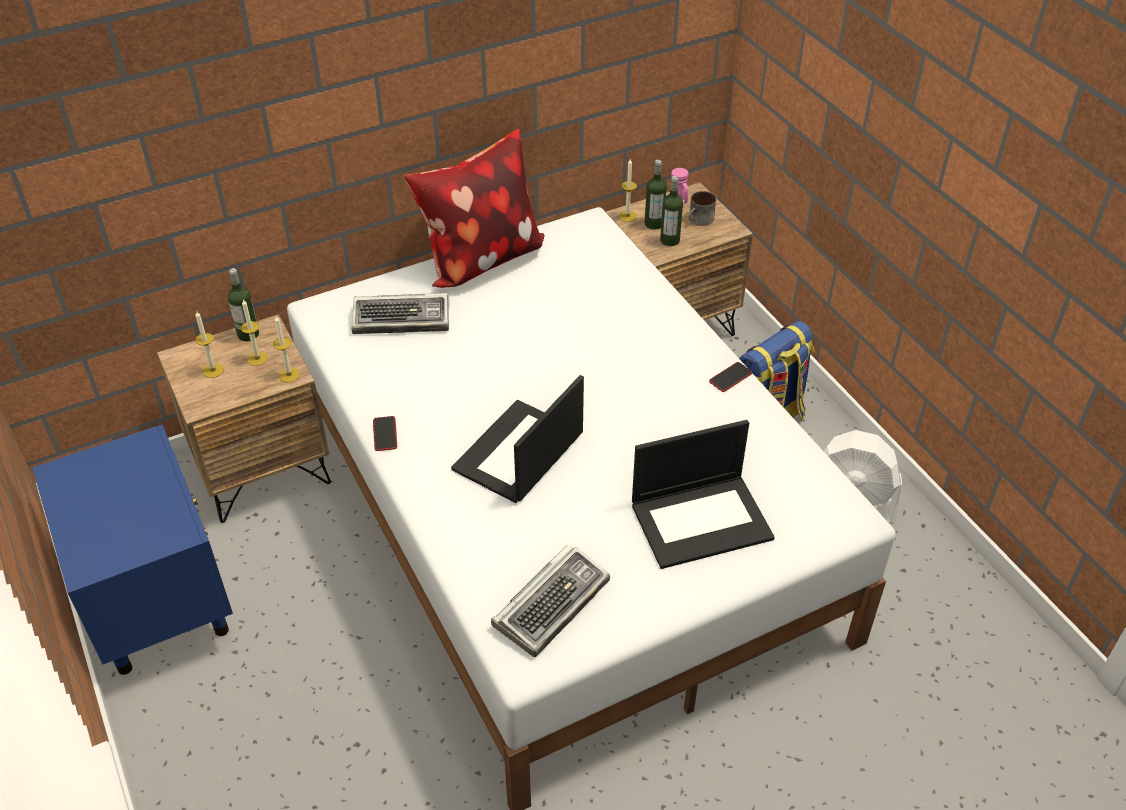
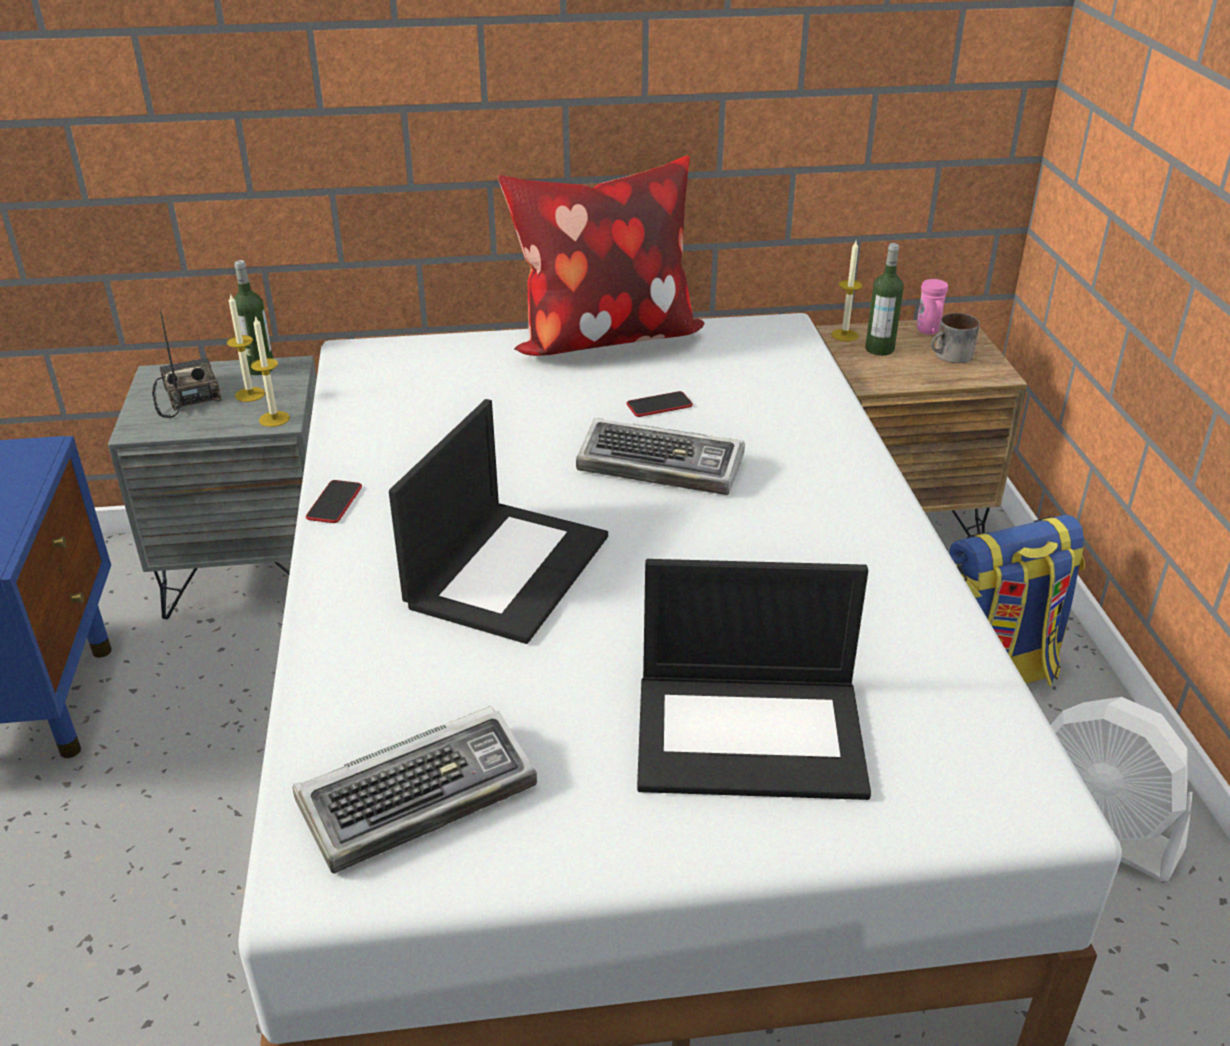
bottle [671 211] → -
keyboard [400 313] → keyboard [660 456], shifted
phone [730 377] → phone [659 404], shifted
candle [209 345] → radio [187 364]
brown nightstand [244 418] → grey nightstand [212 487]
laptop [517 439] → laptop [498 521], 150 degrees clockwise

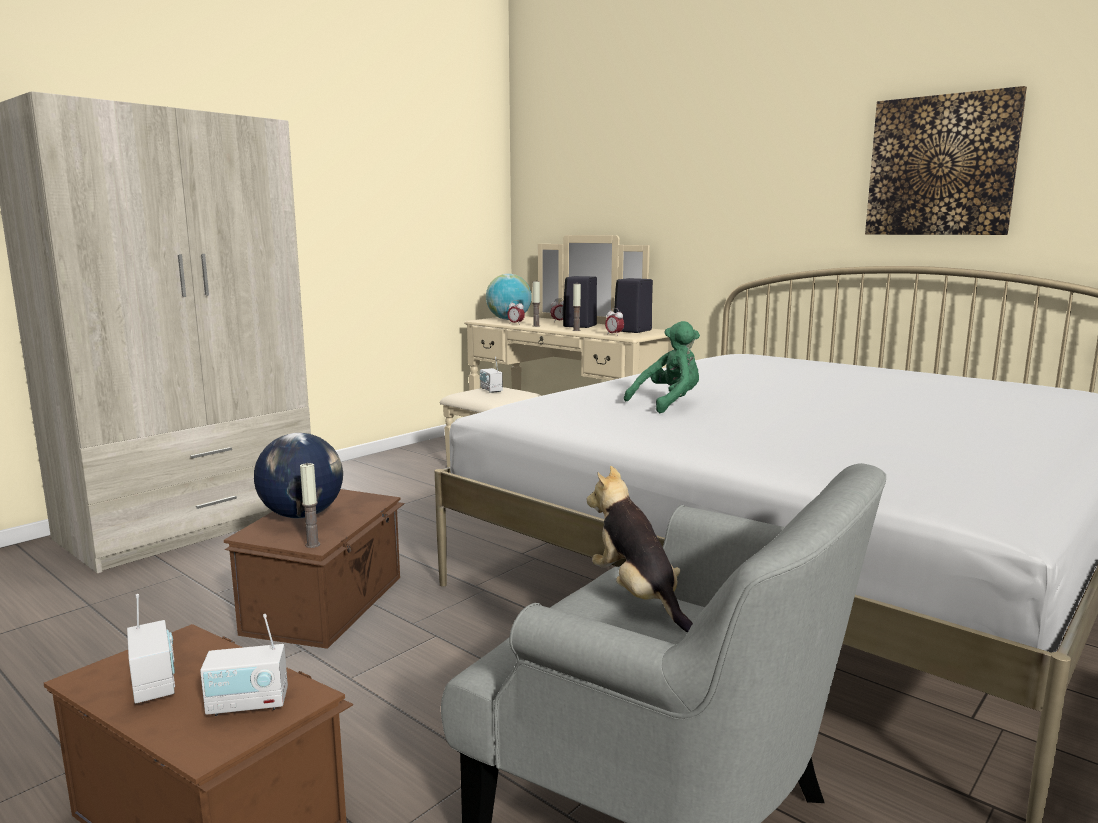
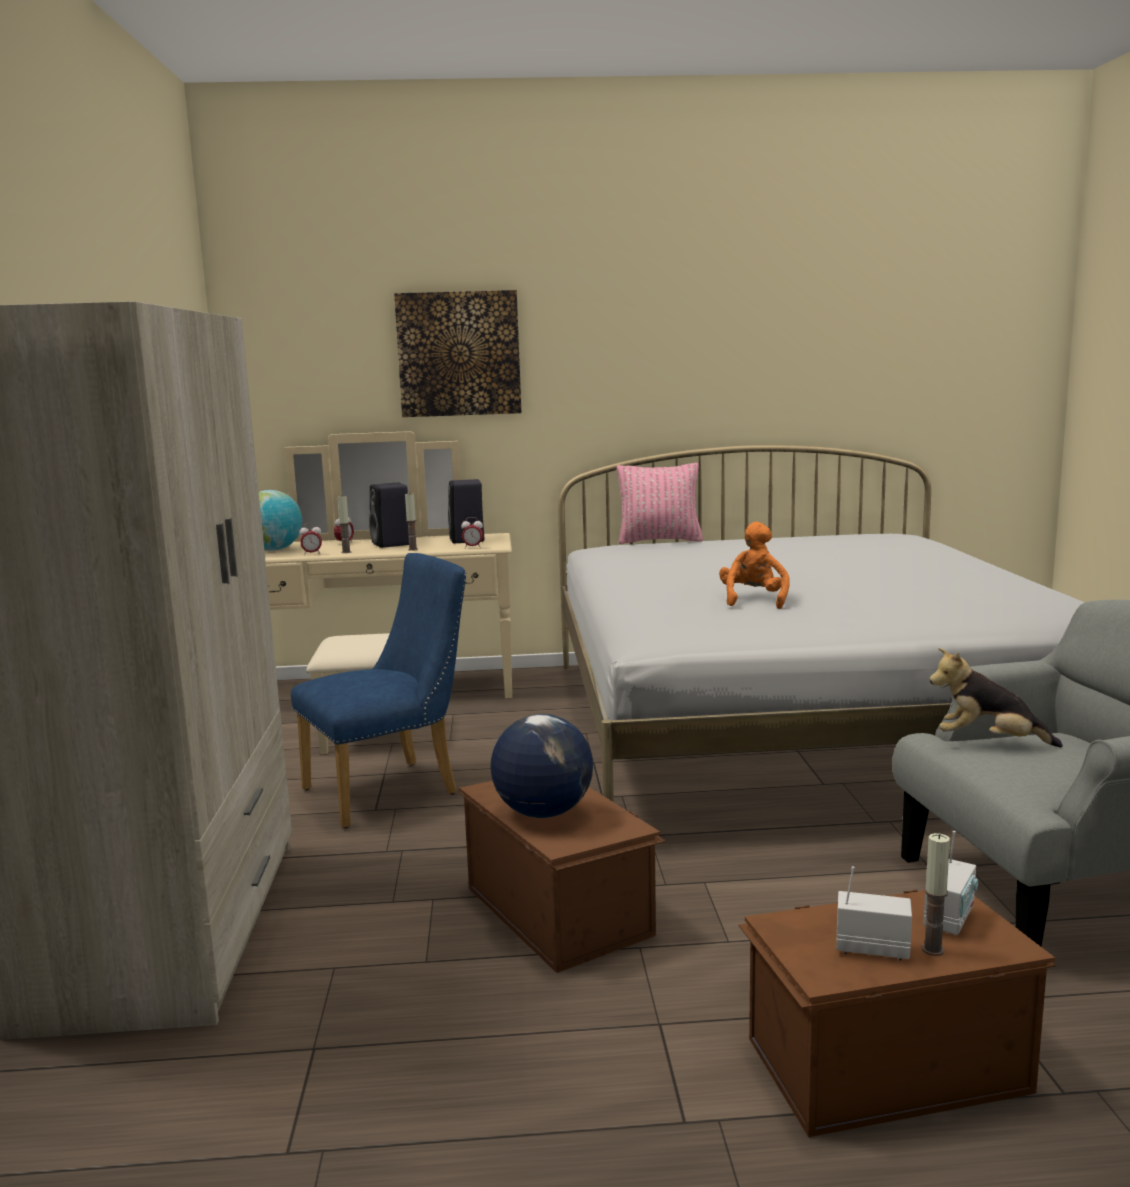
radio [491 375] → -
- → blue chair [378 690]
- → pink pillow [660 503]
candle [310 505] → candle [936 894], shifted
picture [946 160] → picture [457 353], shifted
green plush toy [662 367] → orange plush toy [754 565]

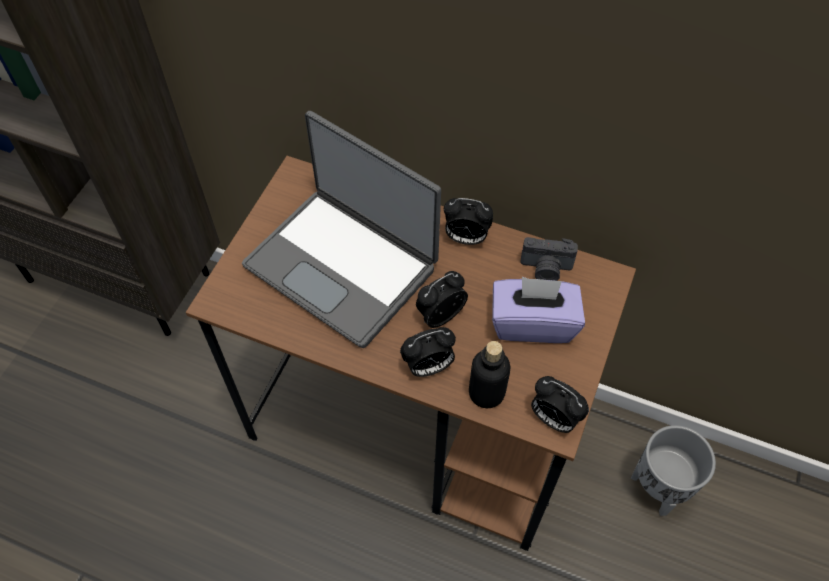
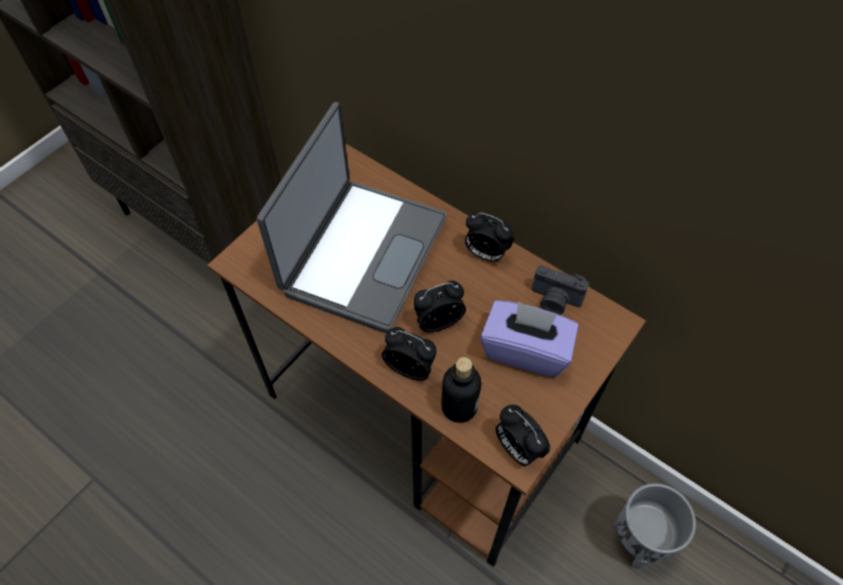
laptop [341 229] → laptop [352 217], 120 degrees counterclockwise
alarm clock [428 352] → alarm clock [409 354], 150 degrees counterclockwise

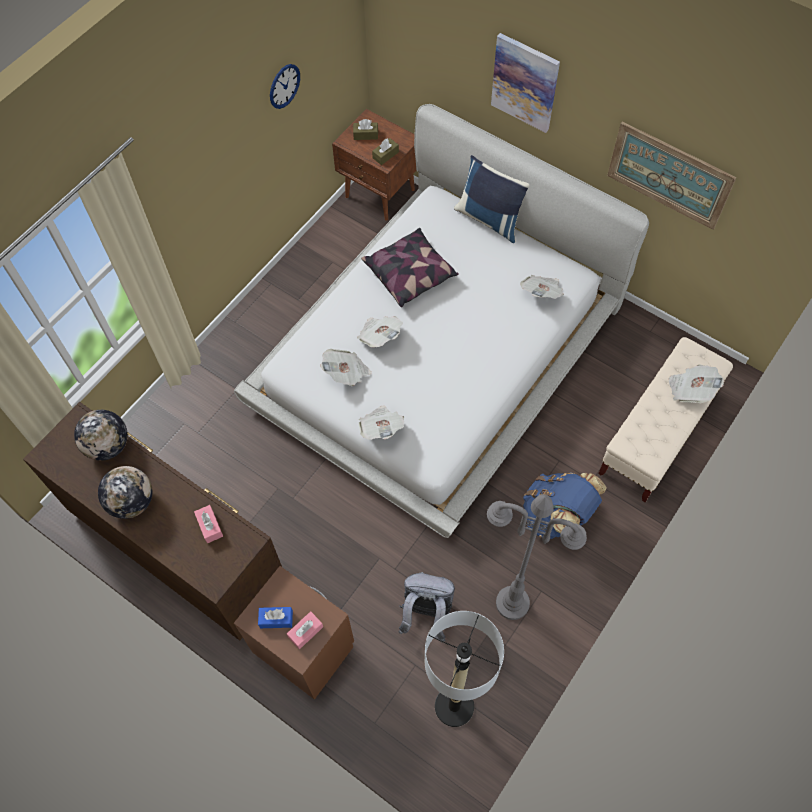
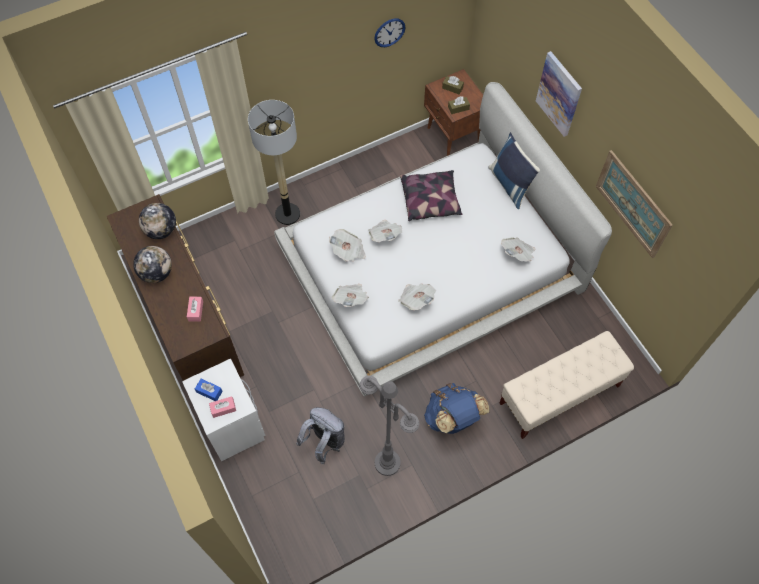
floor lamp [464 669] → floor lamp [274 162], shifted
newspaper [696 383] → newspaper [417 297], shifted
brown nightstand [294 633] → white nightstand [224 409]

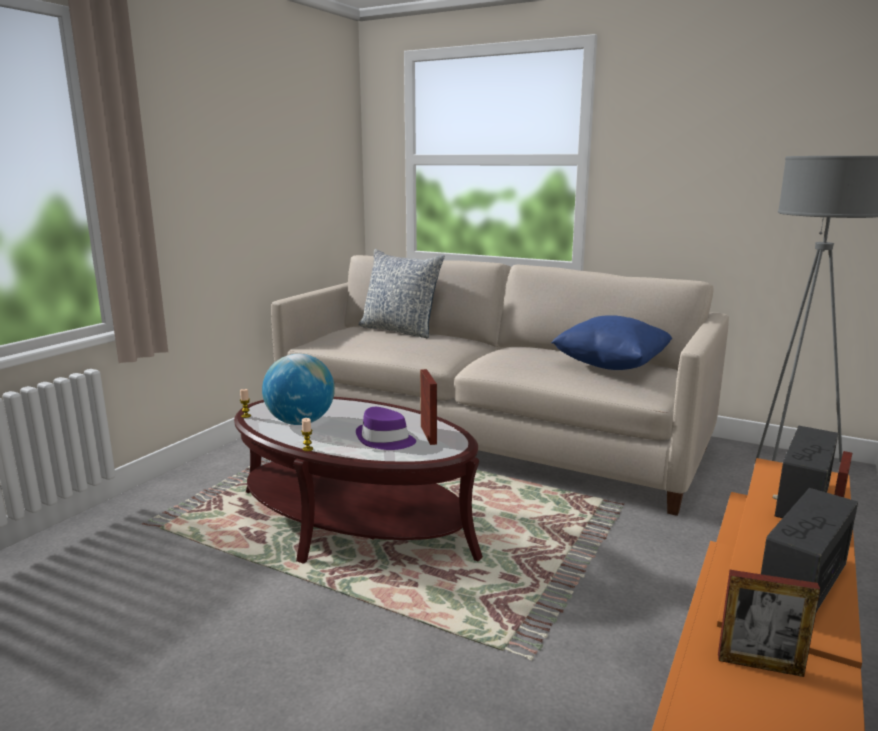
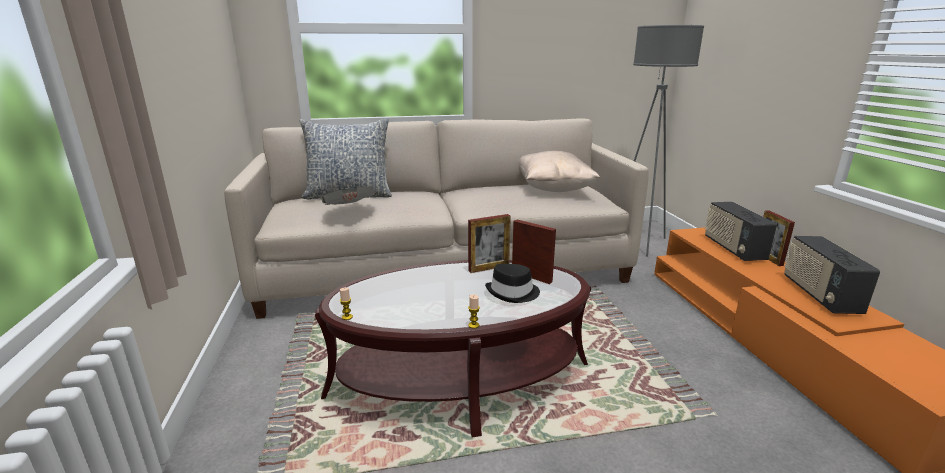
globe [298 389] → -
- → newspaper [348 195]
picture frame [769 623] → picture frame [489 243], shifted
purple hat [386 428] → black hat [512 283]
blue pillow [611 342] → beige pillow [559 171]

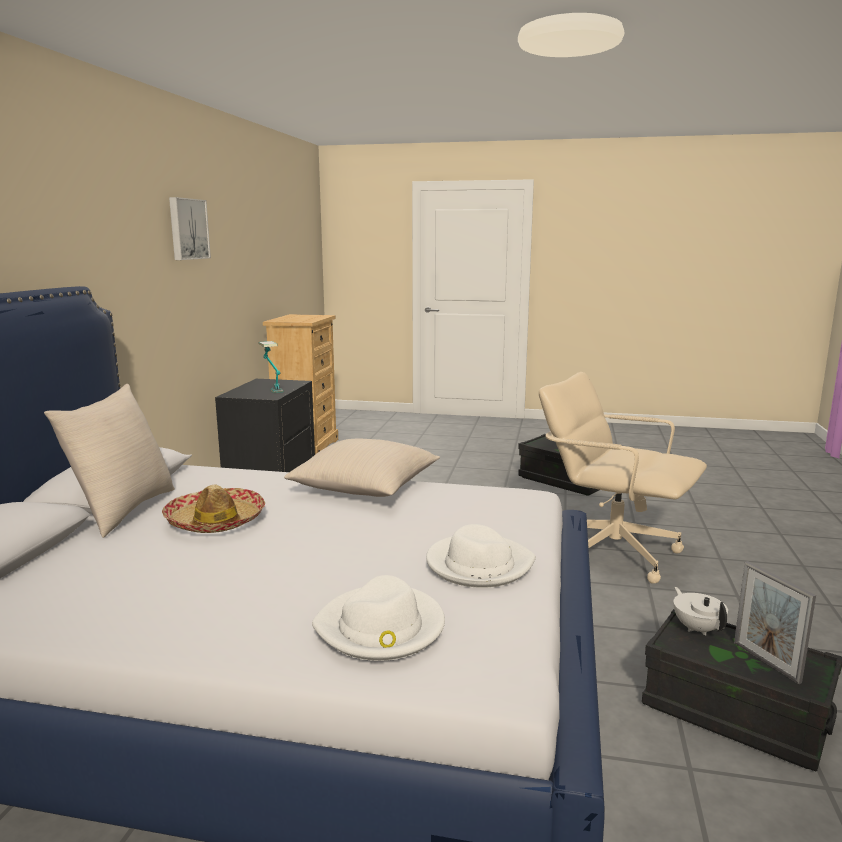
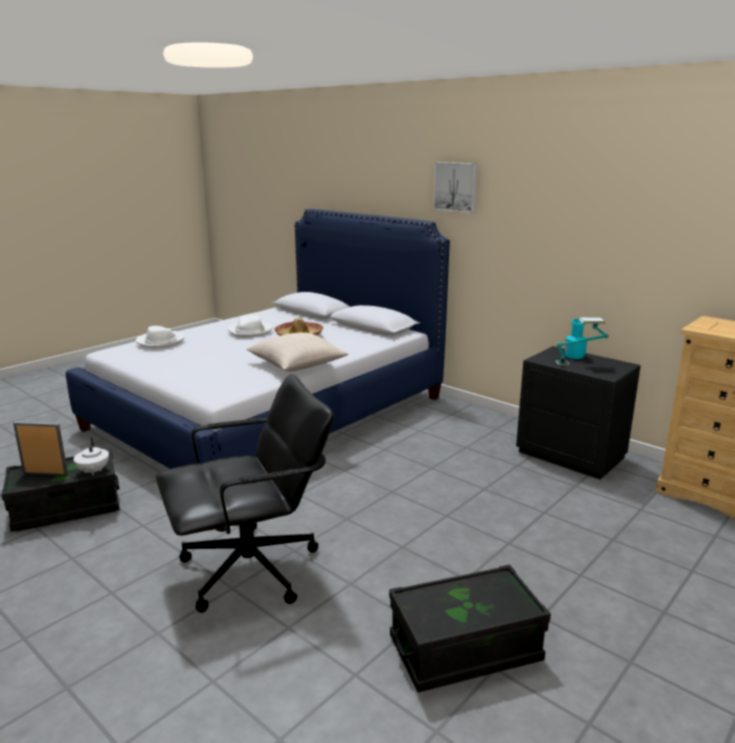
beige pillow [109 461] → -
- → turquoise bottle [575 339]
picture [190 228] → picture [455 187], shifted
white hat [481 556] → white hat [250 326], shifted
beige office chair [623 478] → black office chair [245 493]
white teapot [700 611] → white teapot [91 457], 60 degrees clockwise

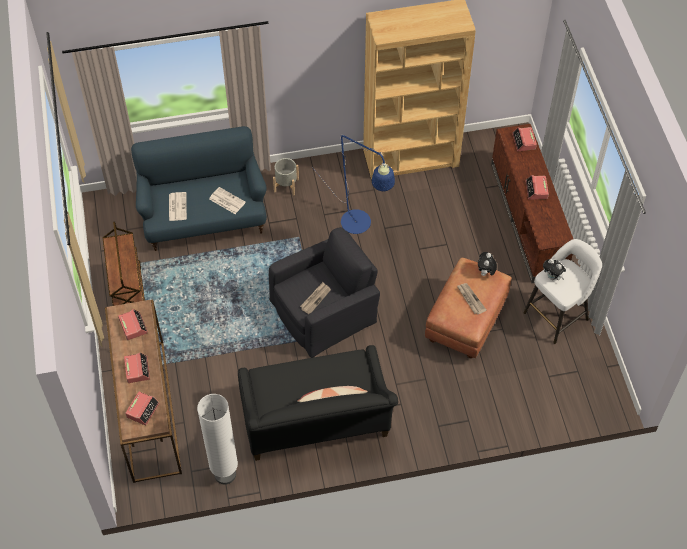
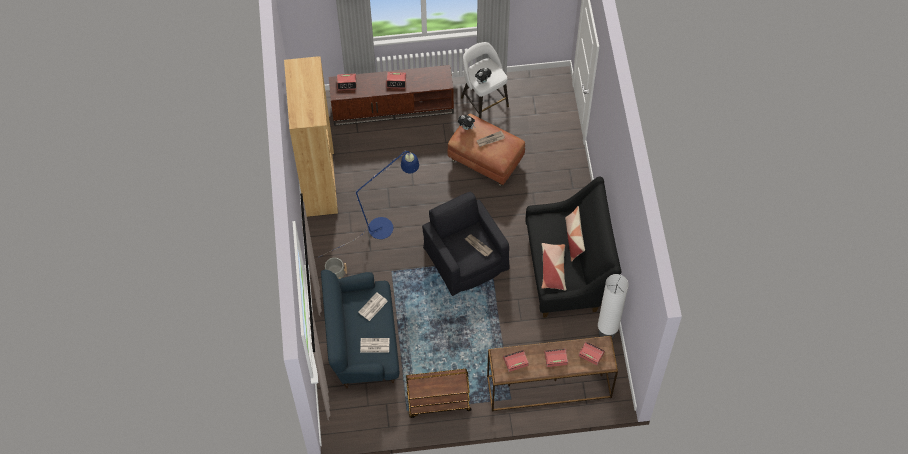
- → pillow [553 266]

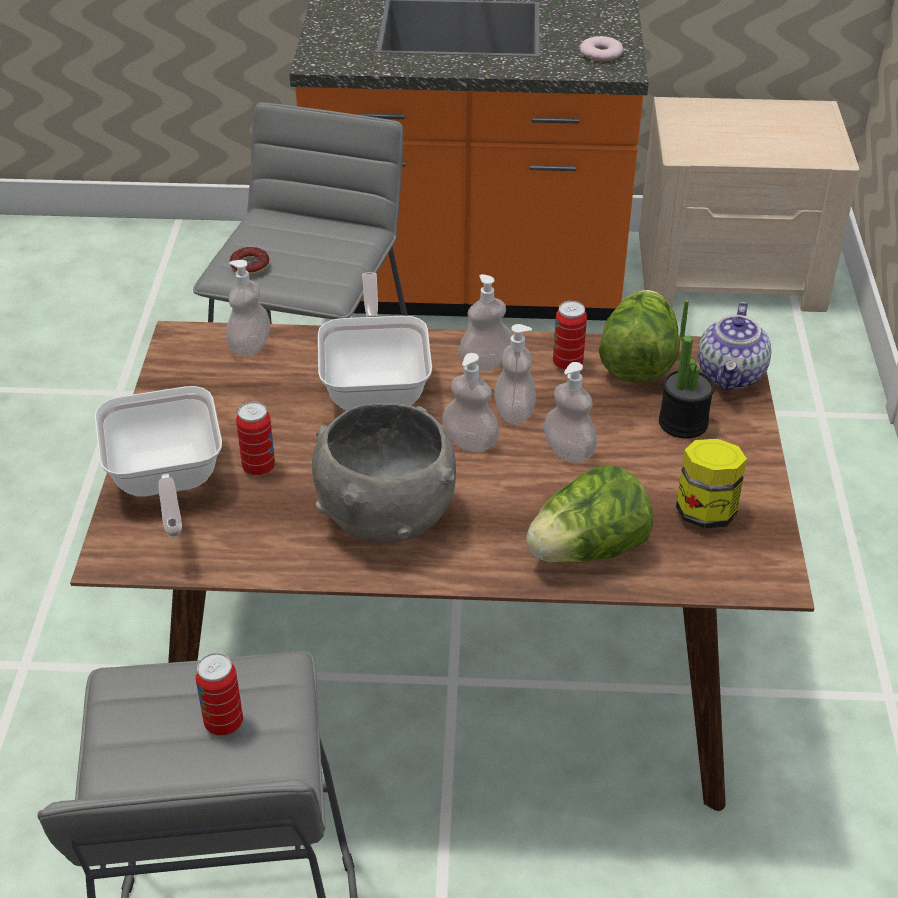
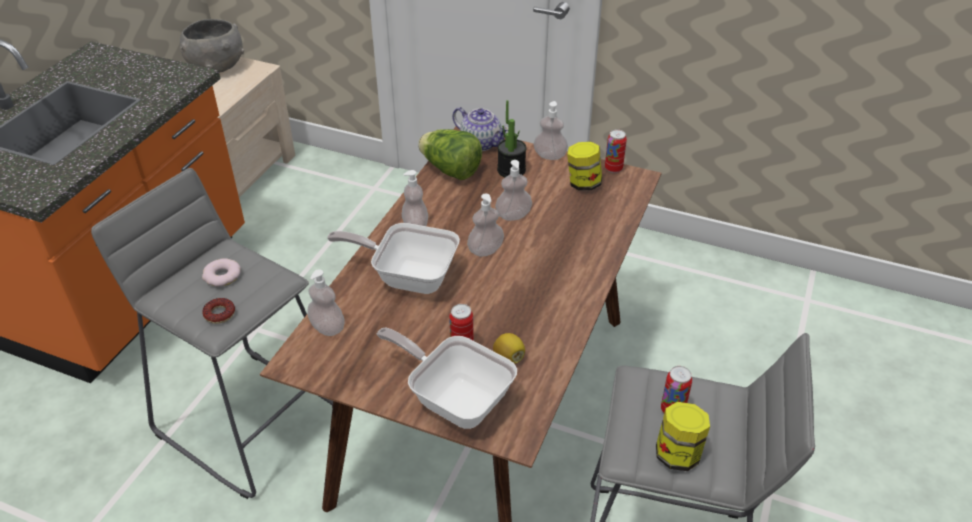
lettuce [589 514] → -
- → lemon [509 348]
- → jar [683 436]
grey bowl [384 473] → grey bowl [212 46], shifted
soap dispenser [515 374] → soap dispenser [551 130], shifted
can [570 336] → can [616 151], shifted
donut [601 49] → donut [221 272], shifted
frying pan [158 461] → frying pan [447 378], 150 degrees counterclockwise

